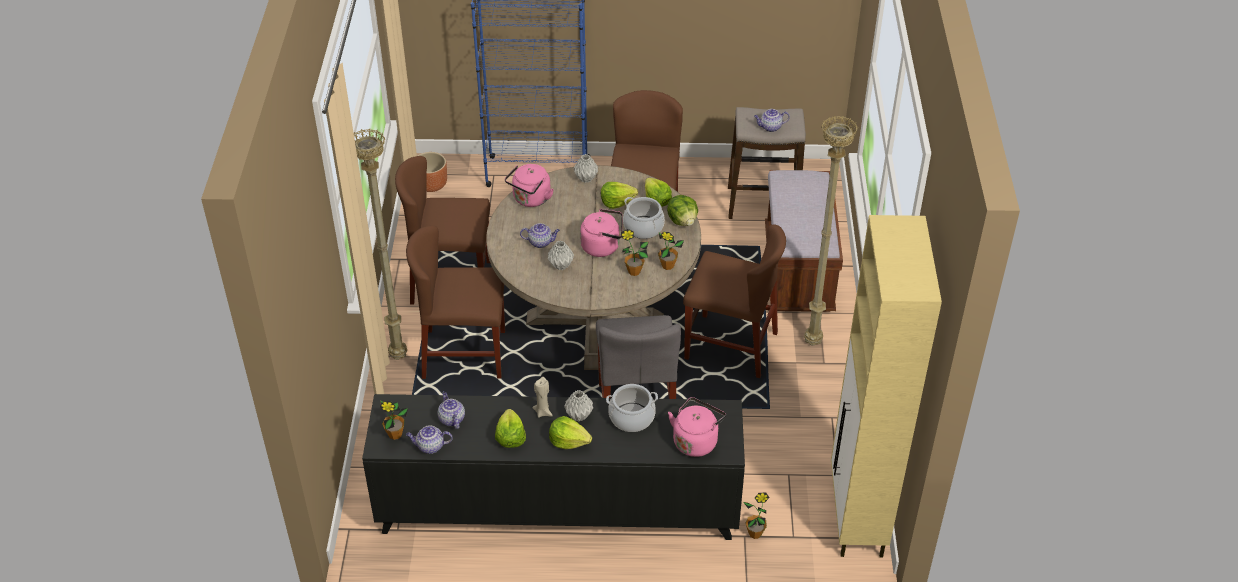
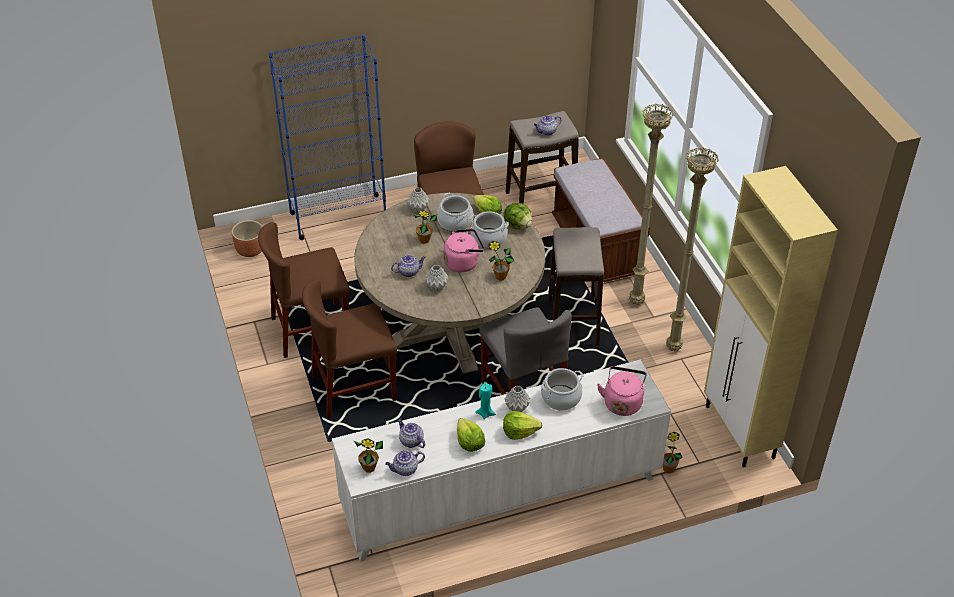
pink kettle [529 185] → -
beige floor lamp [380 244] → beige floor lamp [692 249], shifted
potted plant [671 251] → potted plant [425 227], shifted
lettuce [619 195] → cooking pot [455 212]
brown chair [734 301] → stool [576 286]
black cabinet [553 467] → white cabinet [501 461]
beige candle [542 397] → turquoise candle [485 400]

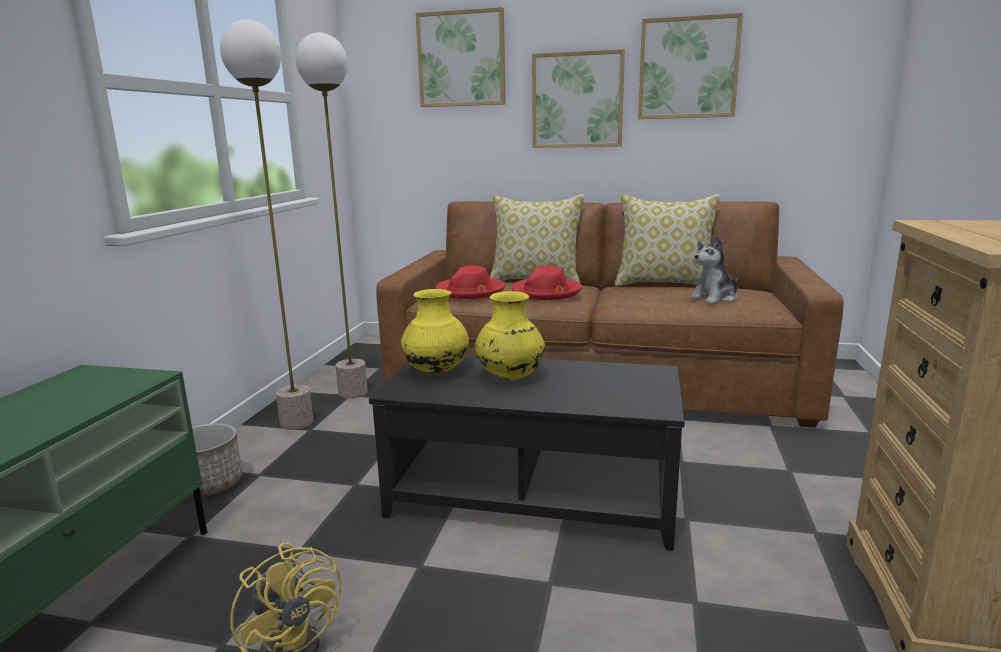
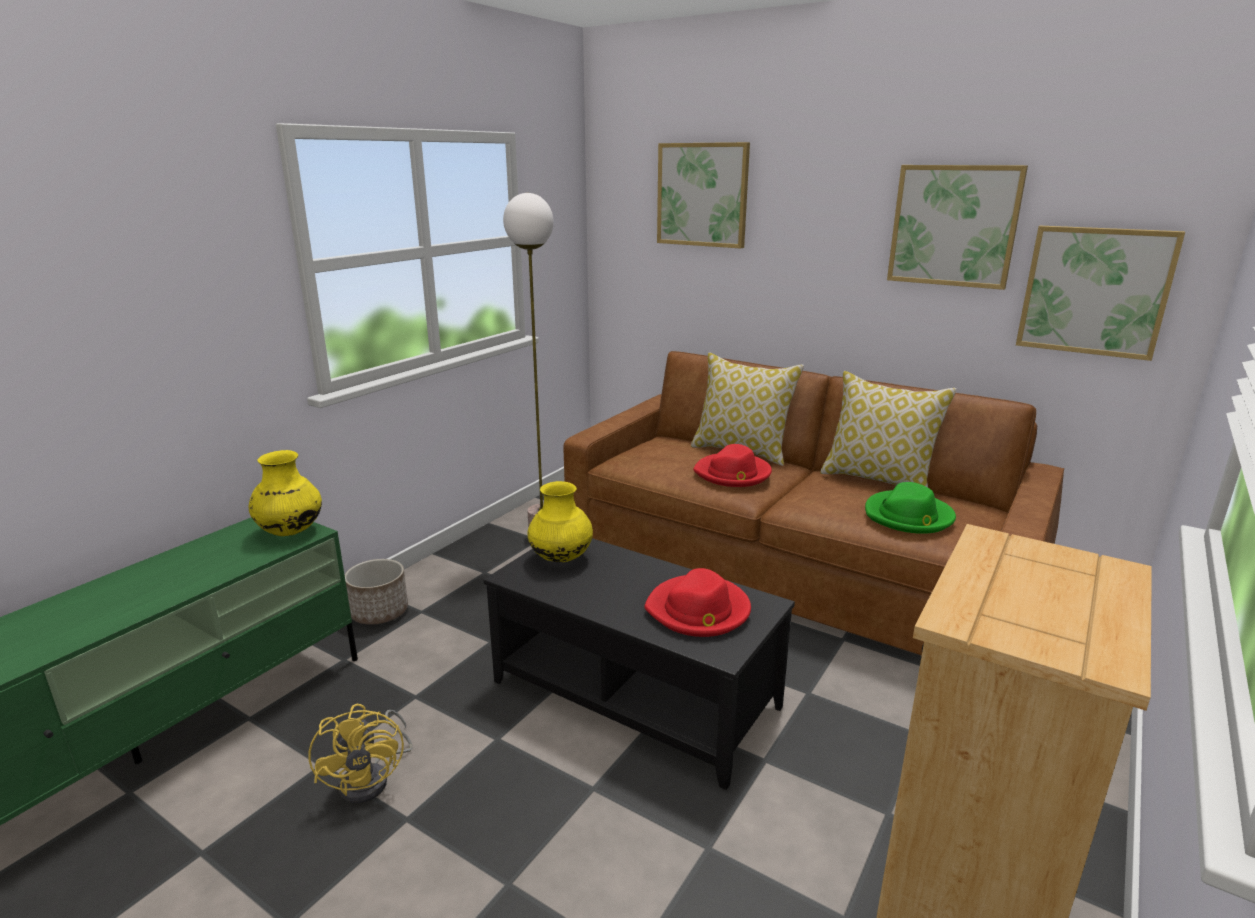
floor lamp [266 224] → -
red hat [470 282] → red hat [697 602], shifted
yellow vase [510 335] → yellow vase [285 493], shifted
picture [578 98] → picture [1100 293], shifted
plush toy [714 270] → green hat [910 508]

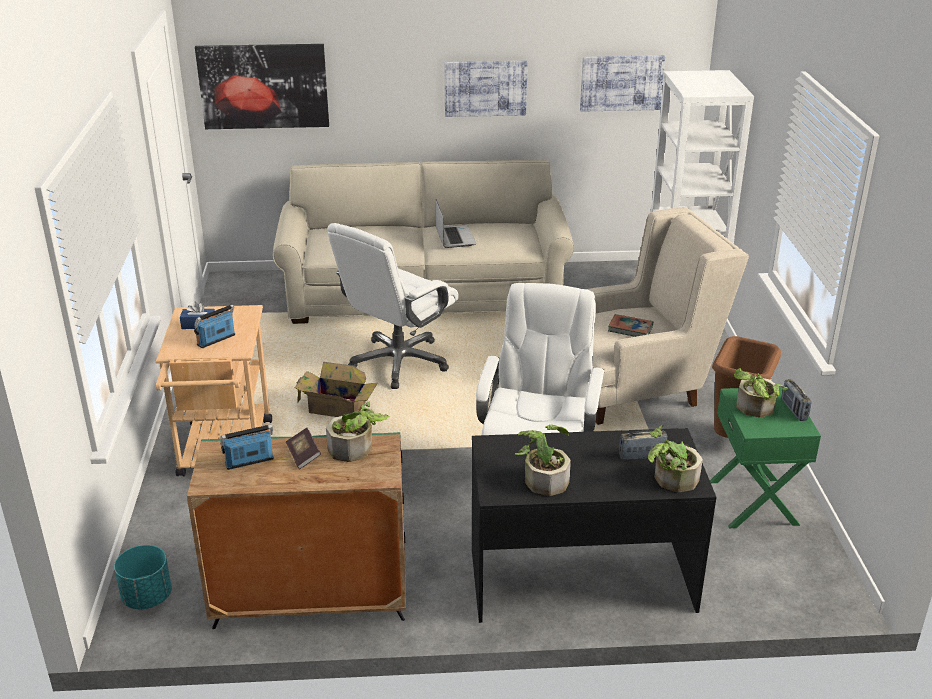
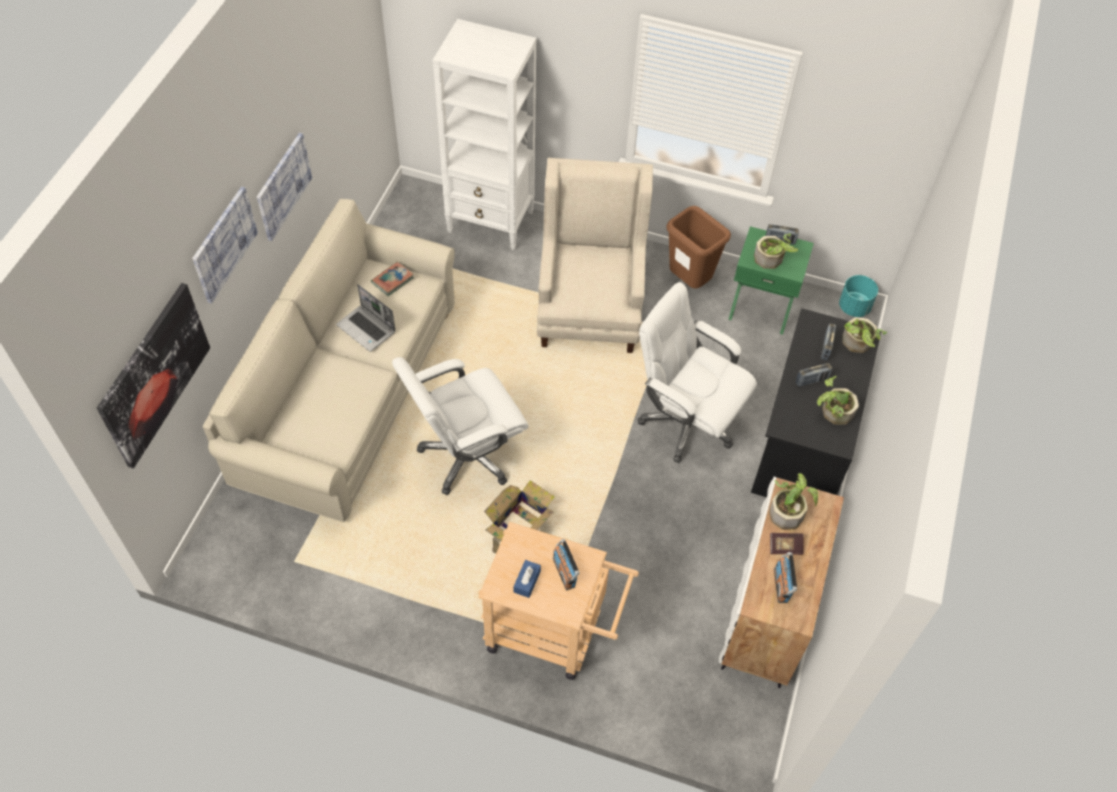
- → radio [814 375]
turquoise planter [143 577] → turquoise planter [858 296], shifted
picture [622 83] → picture [225 245], shifted
book [630 325] → book [392 278], shifted
green cabinet [296 530] → white cabinet [781 582]
white office chair [393 306] → white office chair [460 426], 90 degrees clockwise
laptop [455 223] → laptop [366 318], 150 degrees counterclockwise

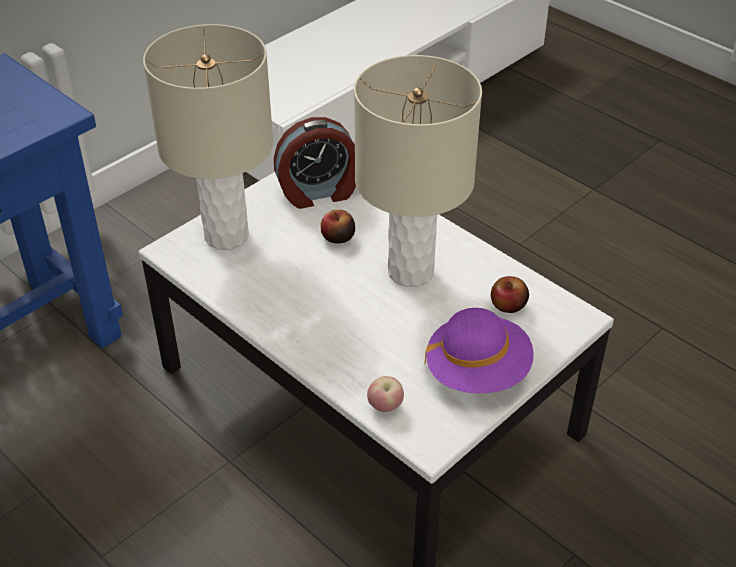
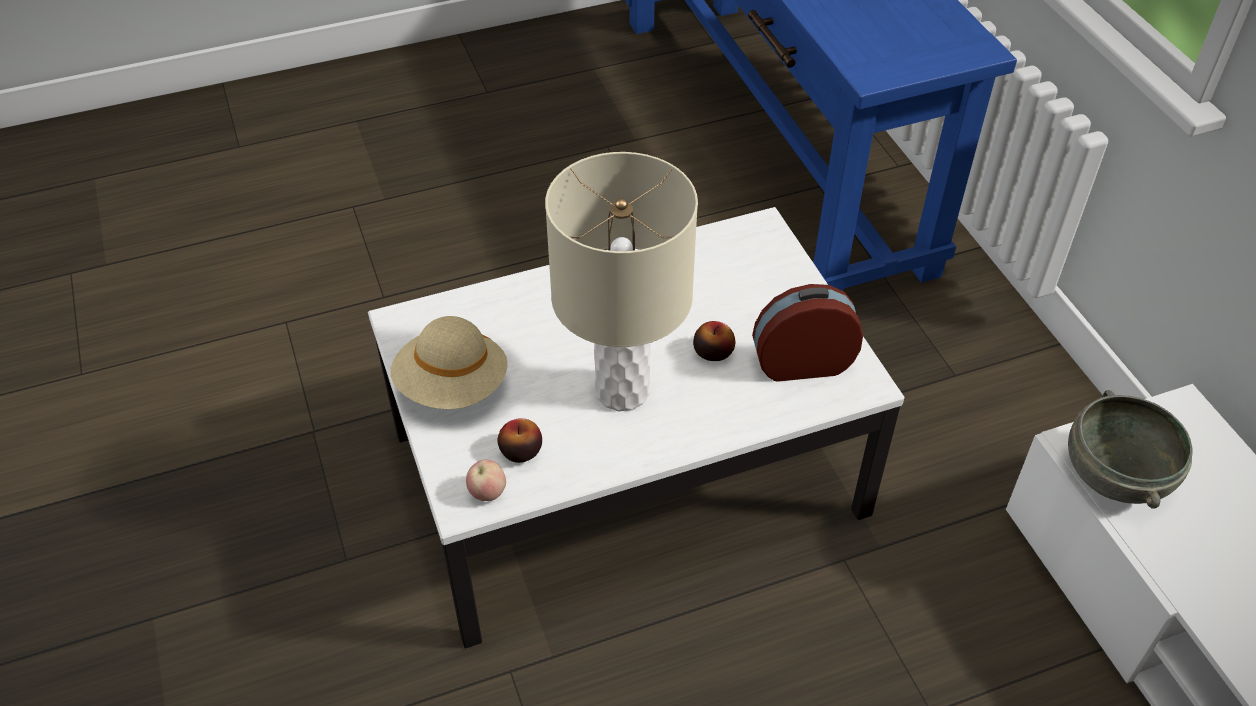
beige table lamp [208 137] → -
- → grey bowl [1130 449]
apple [385 394] → apple [486 480], shifted
purple hat [479 350] → beige hat [449 362]
alarm clock [315 163] → alarm clock [807 333], 75 degrees clockwise

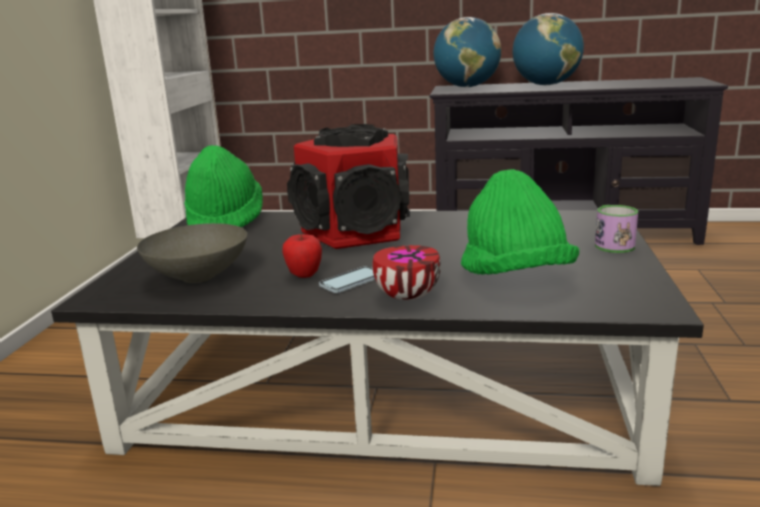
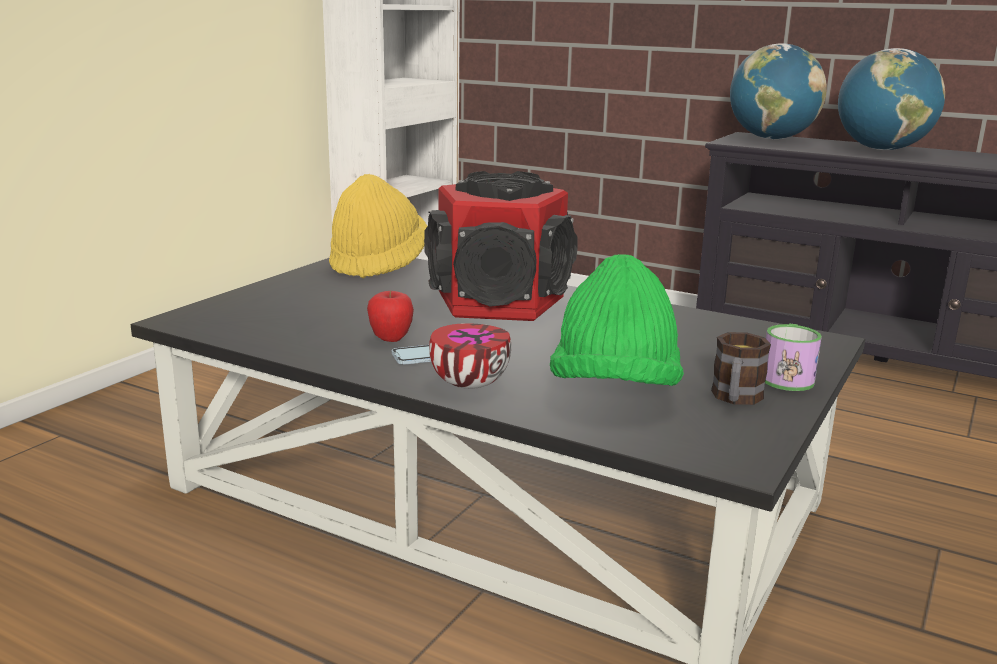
grey bowl [192 253] → -
- → mug [741 368]
green hat [224 186] → yellow hat [378 226]

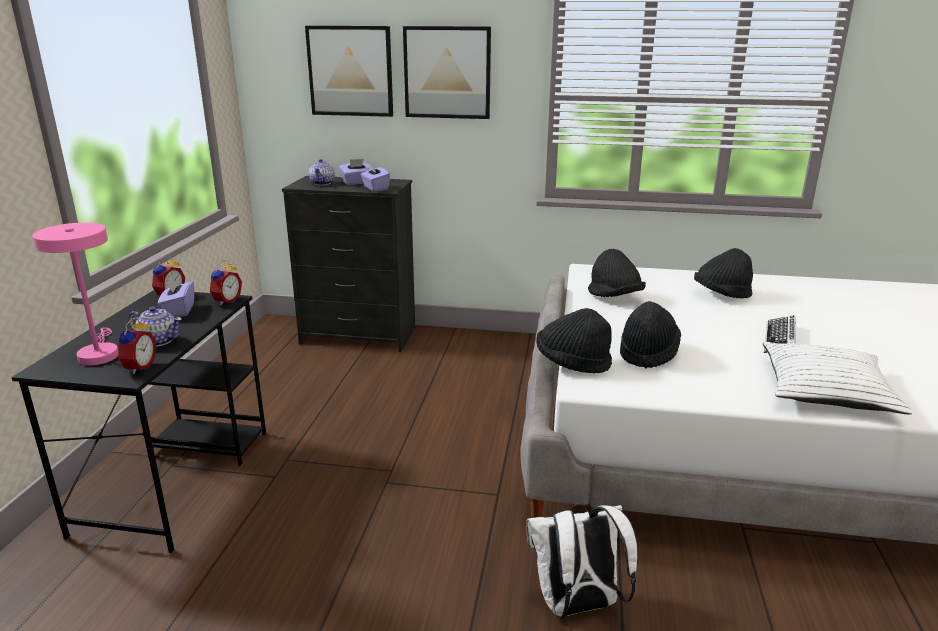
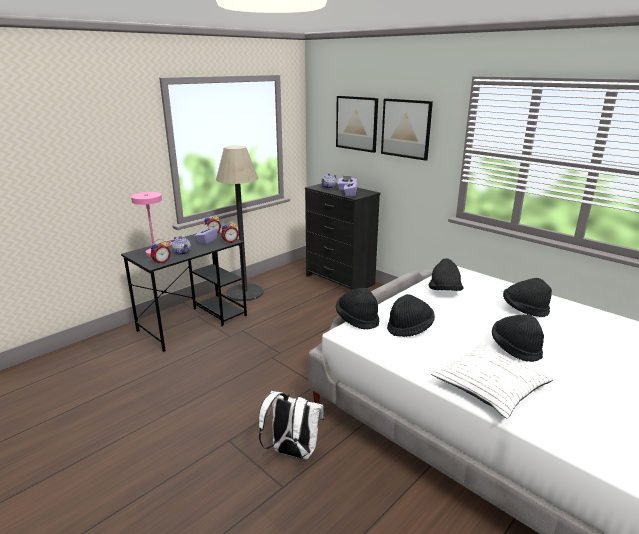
- → floor lamp [240 223]
keyboard [780 334] → black hat [518 338]

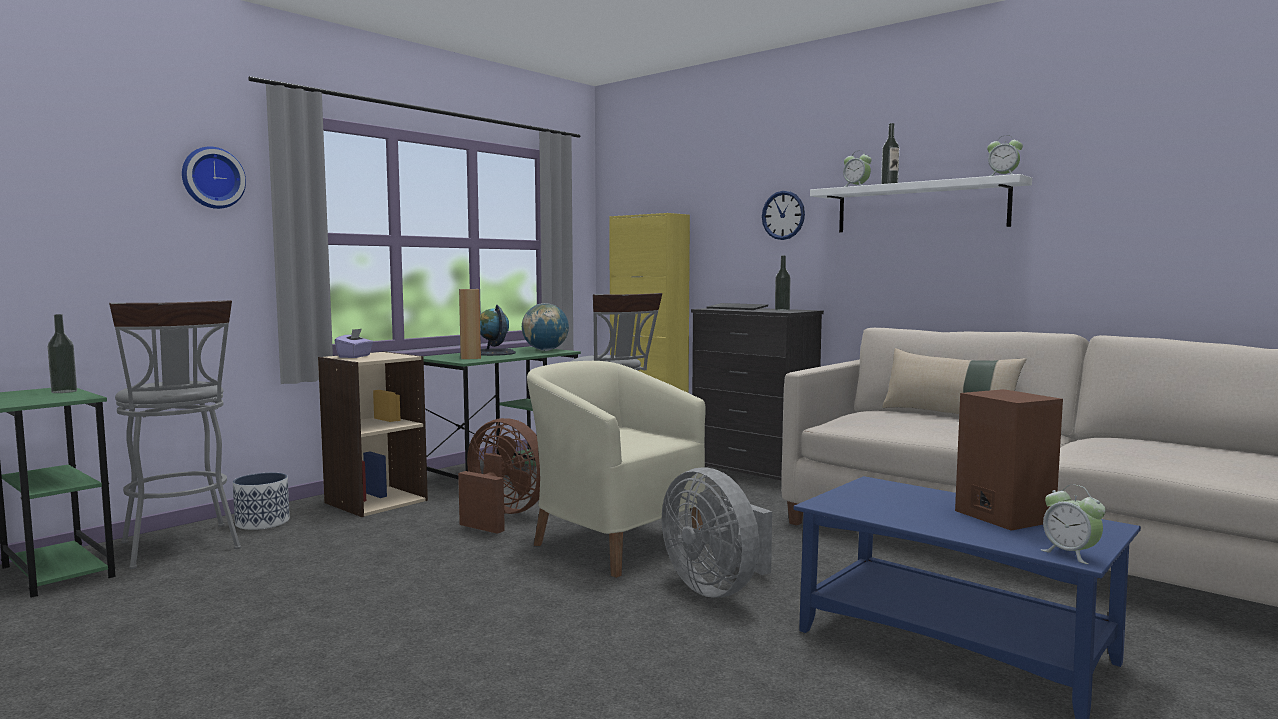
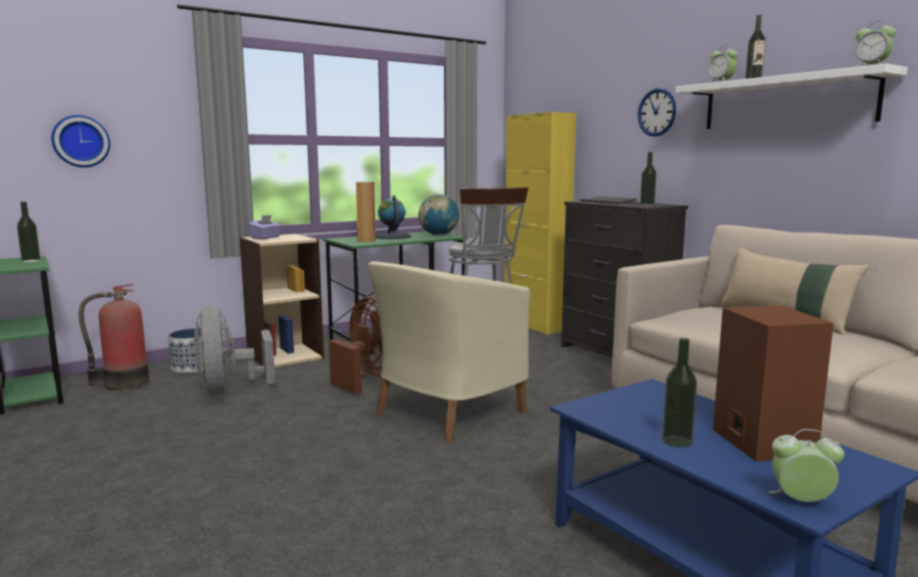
- → bottle [679 393]
wall clock [214 178] → wall clock [80 141], shifted
grey fan [717 532] → grey fan [234 350], shifted
grey stool [175 434] → fire extinguisher [114 337]
beige armchair [616 469] → beige armchair [449 351], 105 degrees counterclockwise
alarm clock [1073 524] → alarm clock [806 465], 120 degrees clockwise

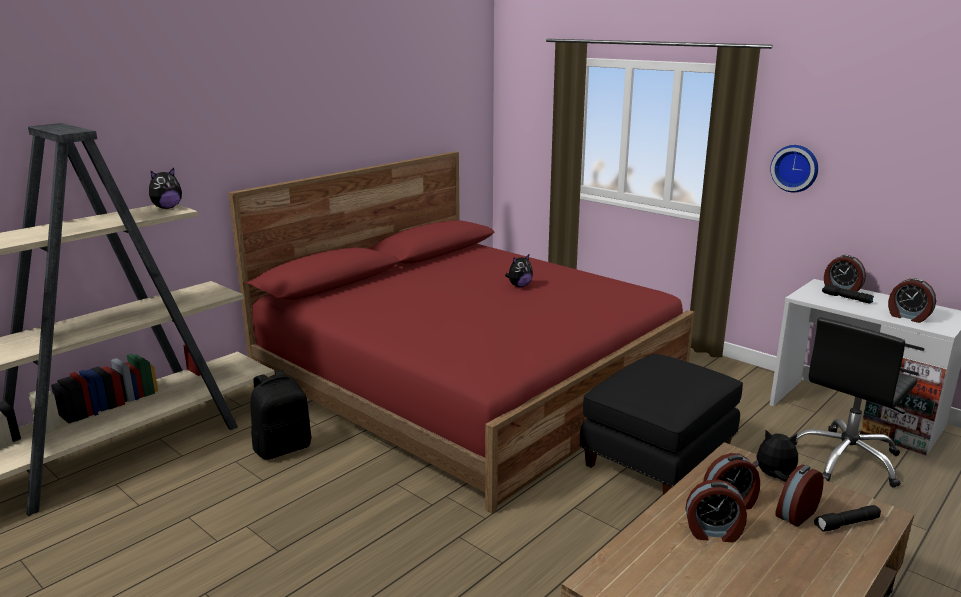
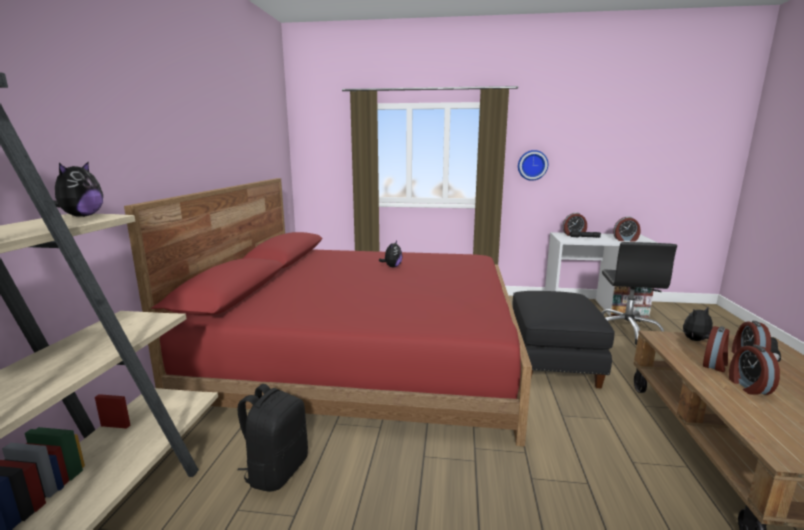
alarm clock [716 510] → alarm clock [754 370], 120 degrees clockwise

